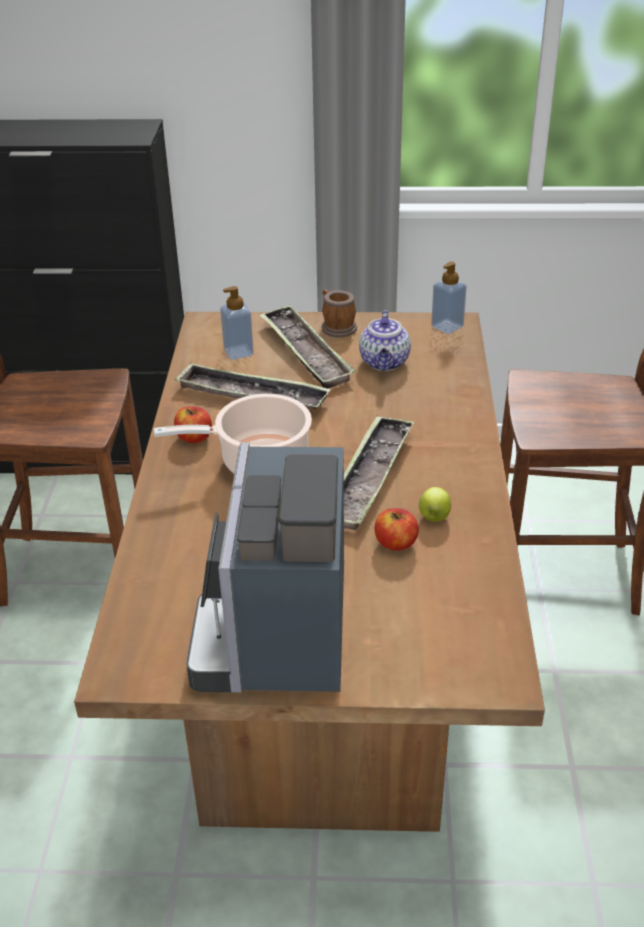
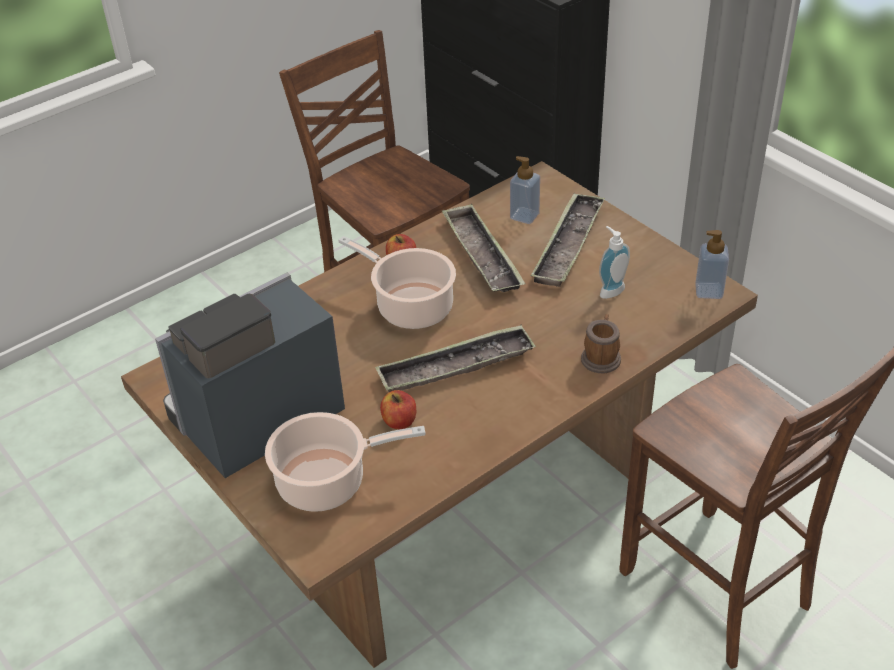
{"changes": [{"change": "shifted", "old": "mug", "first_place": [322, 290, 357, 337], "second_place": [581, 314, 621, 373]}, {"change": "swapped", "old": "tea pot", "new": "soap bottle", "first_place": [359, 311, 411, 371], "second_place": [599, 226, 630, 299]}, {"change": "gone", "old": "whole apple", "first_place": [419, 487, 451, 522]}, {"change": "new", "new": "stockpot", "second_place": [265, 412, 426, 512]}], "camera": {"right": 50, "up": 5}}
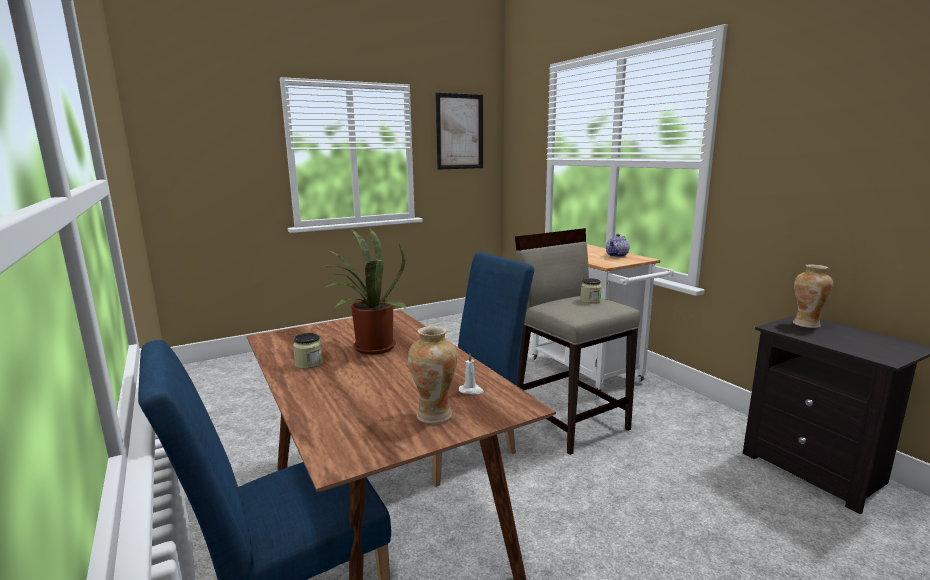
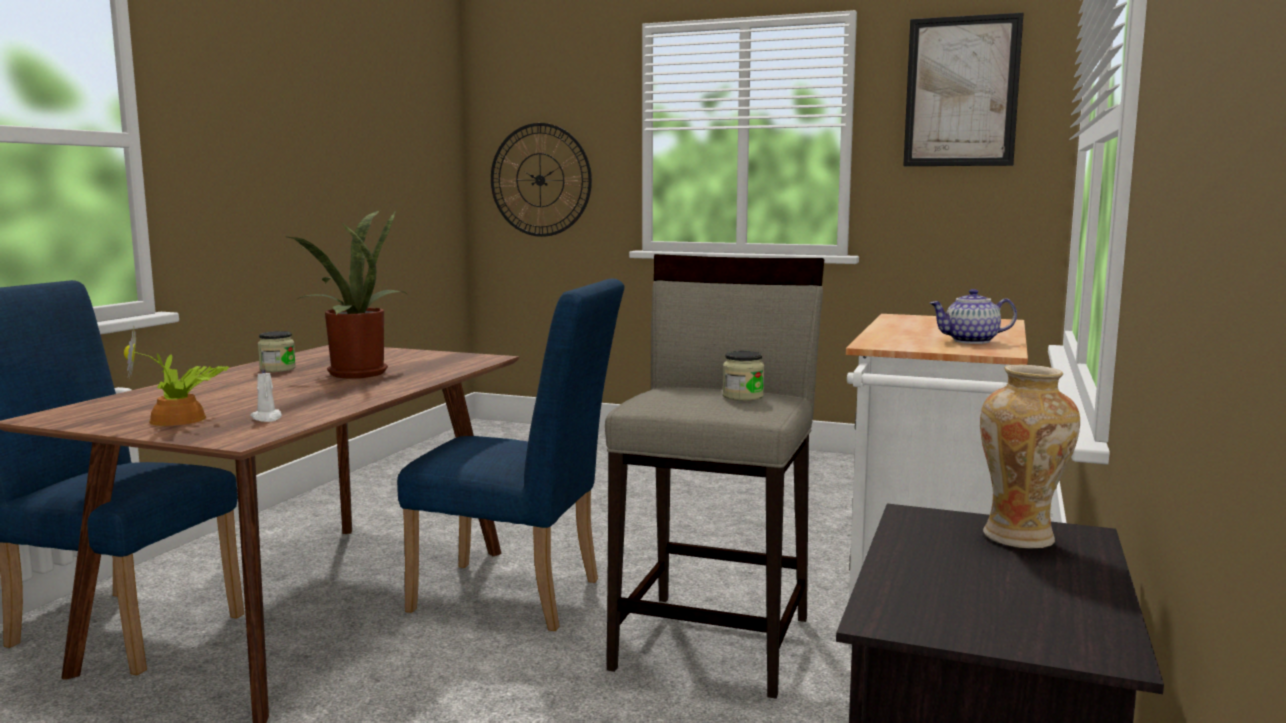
{"changes": [{"change": "swapped", "old": "decorative vase", "new": "potted plant", "first_place": [408, 326, 457, 424], "second_place": [124, 330, 230, 426]}, {"change": "new", "new": "wall clock", "second_place": [491, 123, 592, 237]}], "camera": {"right": 50, "up": -5}}
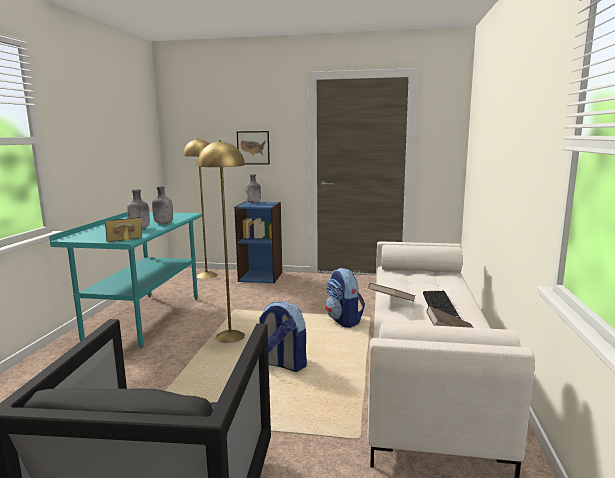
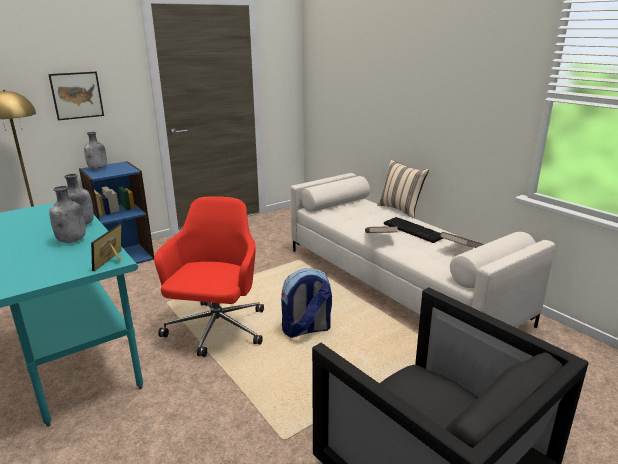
{"changes": [{"change": "swapped", "old": "yellow-coloured standard lamp", "new": "red-coloured office chair", "first_place": [197, 140, 245, 343], "second_place": [154, 196, 264, 357]}, {"change": "gone", "old": "backpack", "first_place": [325, 268, 365, 328]}, {"change": "new", "new": "sand-coloured throw pillow", "second_place": [377, 160, 429, 219]}], "camera": {"right": -45, "up": 10}}
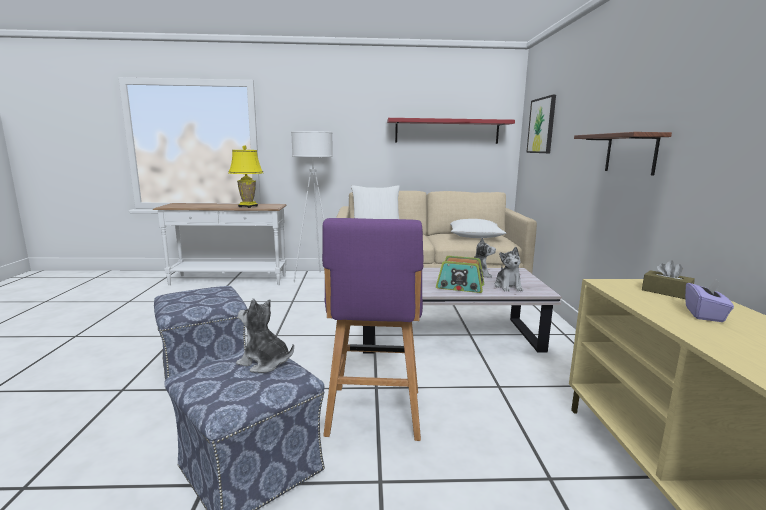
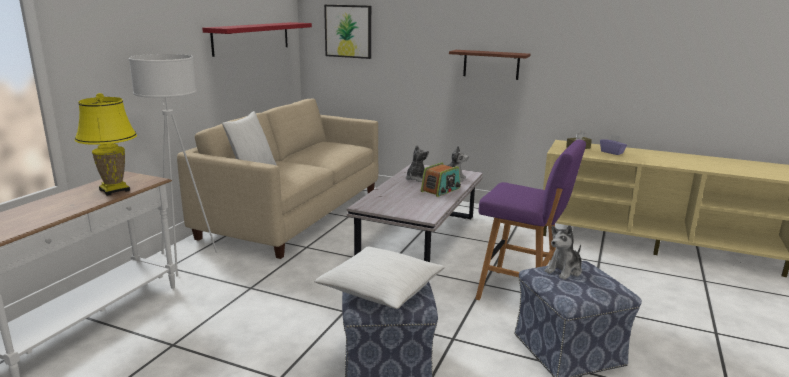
{"changes": [{"change": "shifted", "old": "white throw pillow", "first_place": [450, 219, 506, 238], "second_place": [314, 246, 445, 309]}], "camera": {"right": -65, "up": 5}}
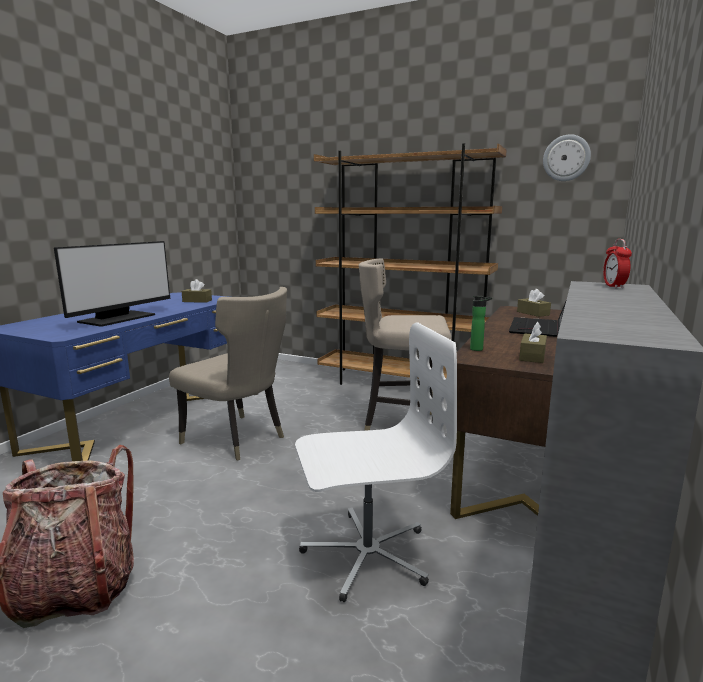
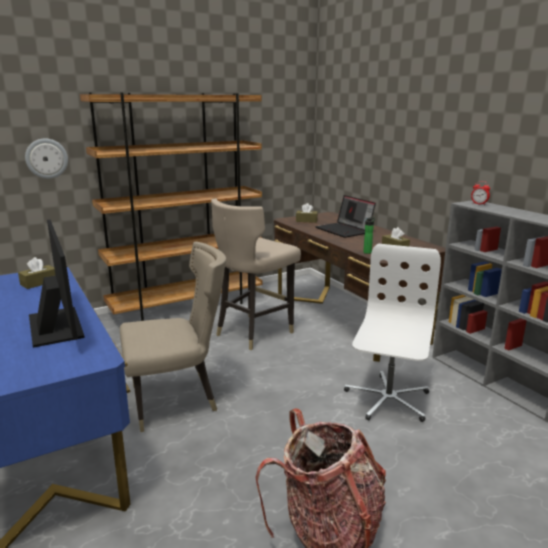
{"changes": [{"change": "shifted", "old": "wall clock", "first_place": [543, 134, 591, 181], "second_place": [25, 138, 68, 179]}], "camera": {"right": -55, "up": 5}}
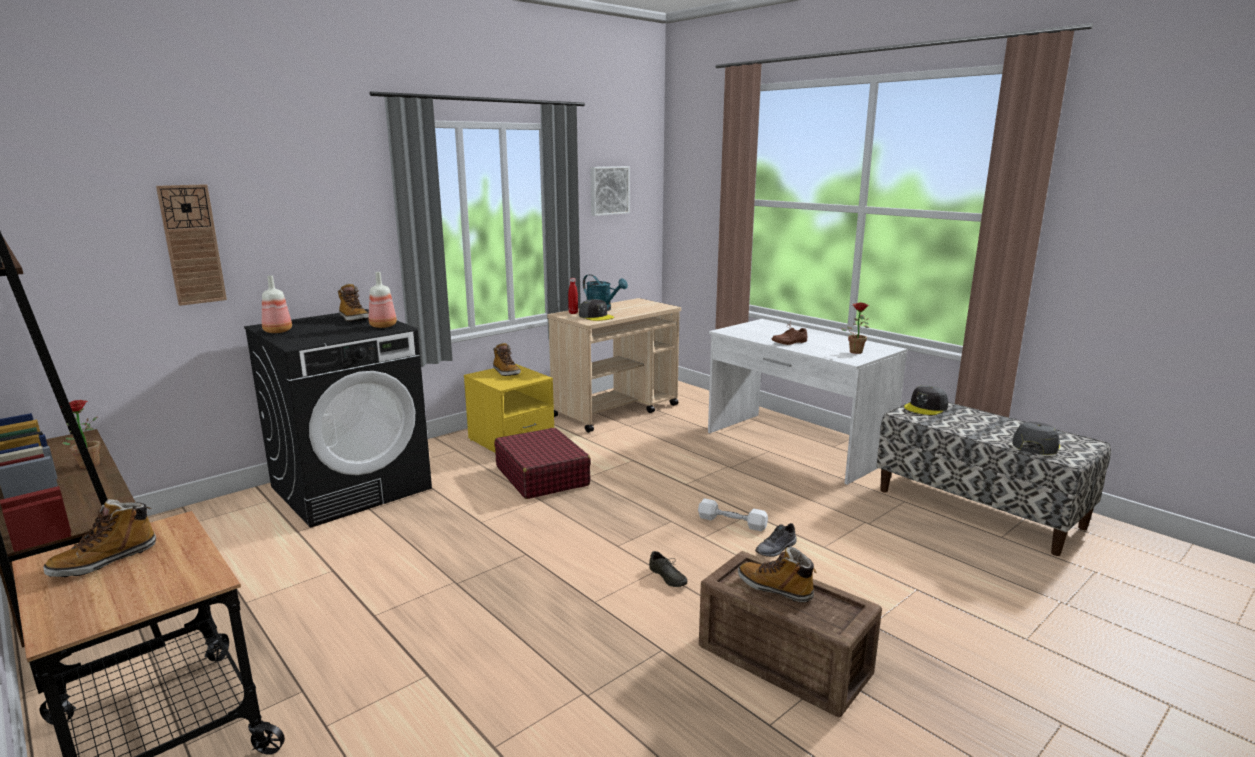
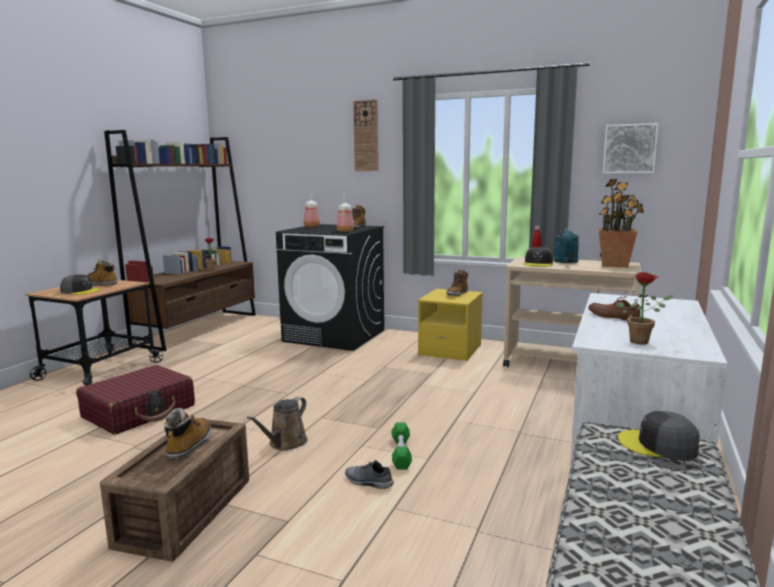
{"changes": [{"change": "shifted", "old": "wall clock", "first_place": [156, 184, 227, 306], "second_place": [353, 99, 378, 171]}, {"change": "shifted", "old": "red-coloured piece of luggage", "first_place": [495, 428, 591, 499], "second_place": [76, 365, 195, 435]}, {"change": "swapped", "old": "greyish low shoe", "new": "brownish watering can", "first_place": [649, 551, 687, 587], "second_place": [247, 397, 308, 450]}, {"change": "repainted", "old": "white hand weight", "new": "green hand weight", "first_place": [698, 498, 768, 531], "second_place": [392, 422, 412, 469]}, {"change": "shifted", "old": "greyish cap", "first_place": [1012, 422, 1060, 455], "second_place": [60, 274, 101, 295]}, {"change": "new", "new": "potted plant", "second_place": [598, 179, 644, 268]}], "camera": {"right": 65, "up": -5}}
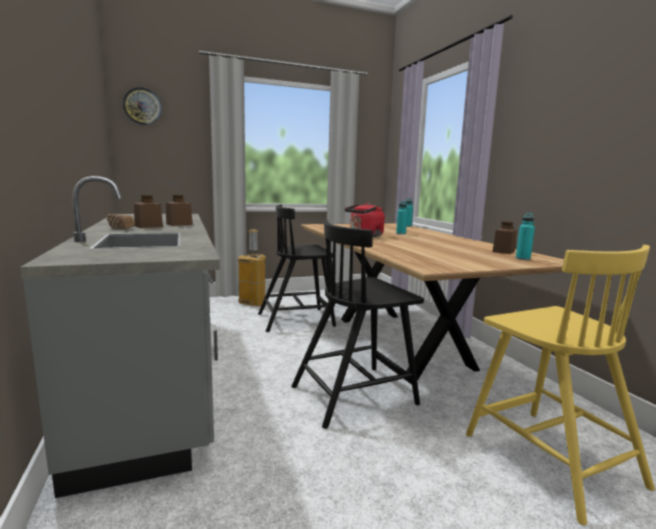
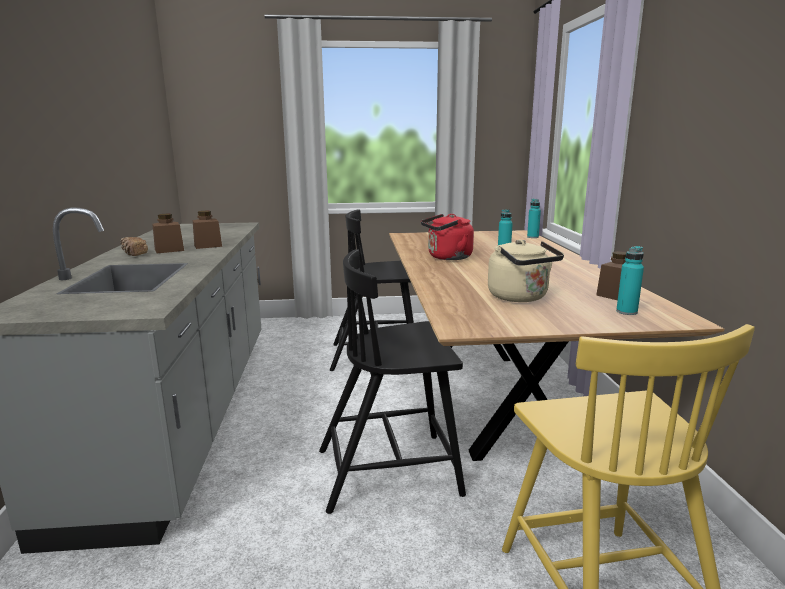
{"changes": [{"change": "gone", "old": "wall clock", "first_place": [123, 87, 162, 125]}, {"change": "gone", "old": "trash can", "first_place": [238, 229, 266, 306]}, {"change": "new", "new": "sand-coloured water kettle", "second_place": [488, 239, 564, 302]}], "camera": {"right": 15, "up": 5}}
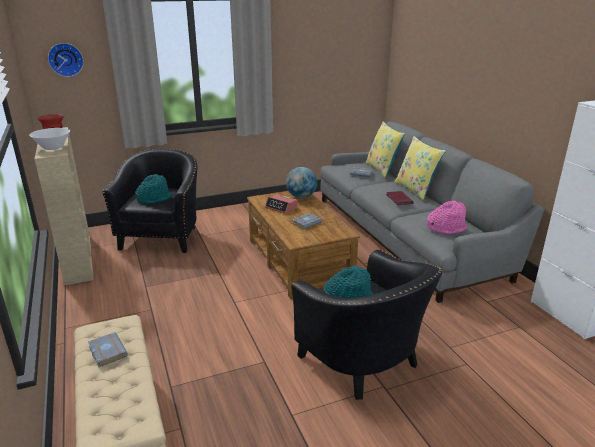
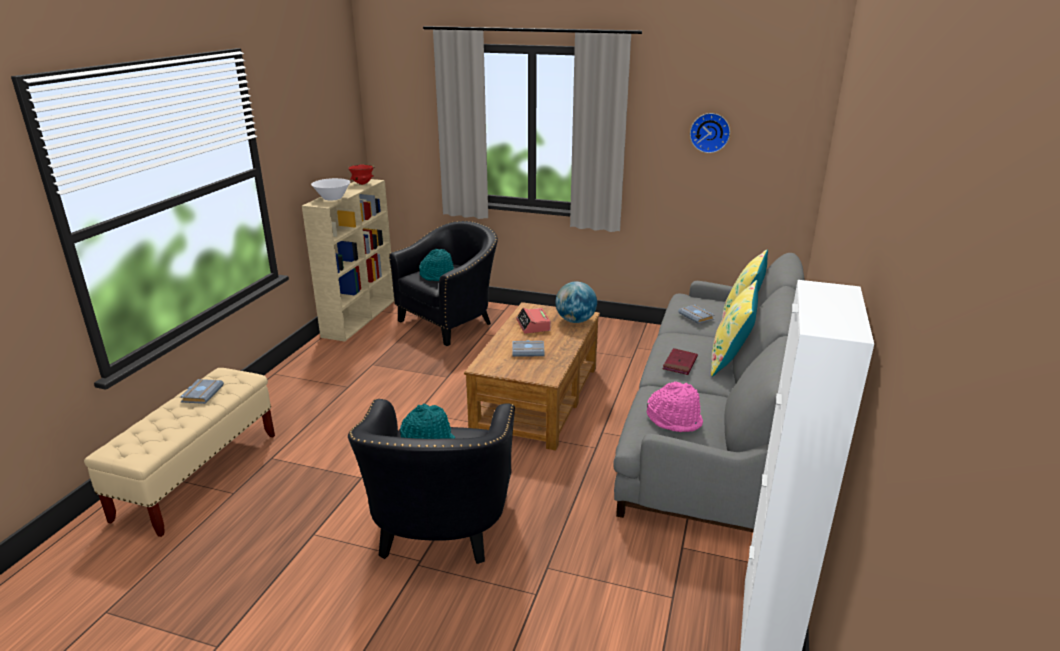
{"changes": [{"change": "shifted", "old": "wall clock", "first_place": [48, 43, 84, 77], "second_place": [690, 113, 730, 153]}], "camera": {"right": 40, "up": 0}}
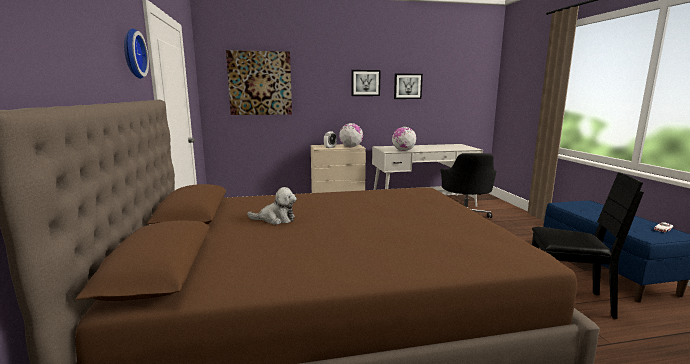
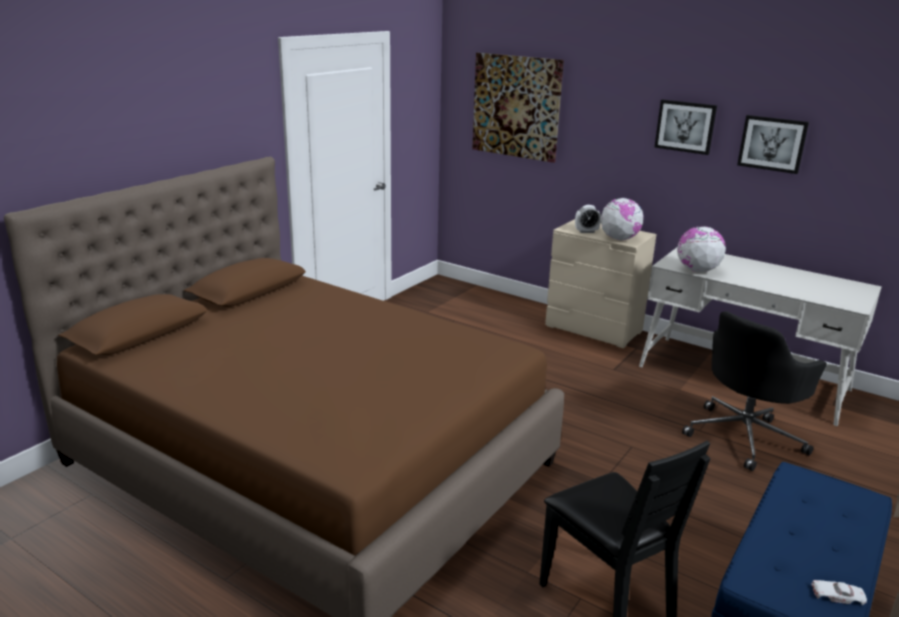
{"changes": [{"change": "gone", "old": "wall clock", "first_place": [124, 28, 149, 79]}, {"change": "gone", "old": "soft toy", "first_place": [247, 187, 297, 225]}], "camera": {"right": 45, "up": 10}}
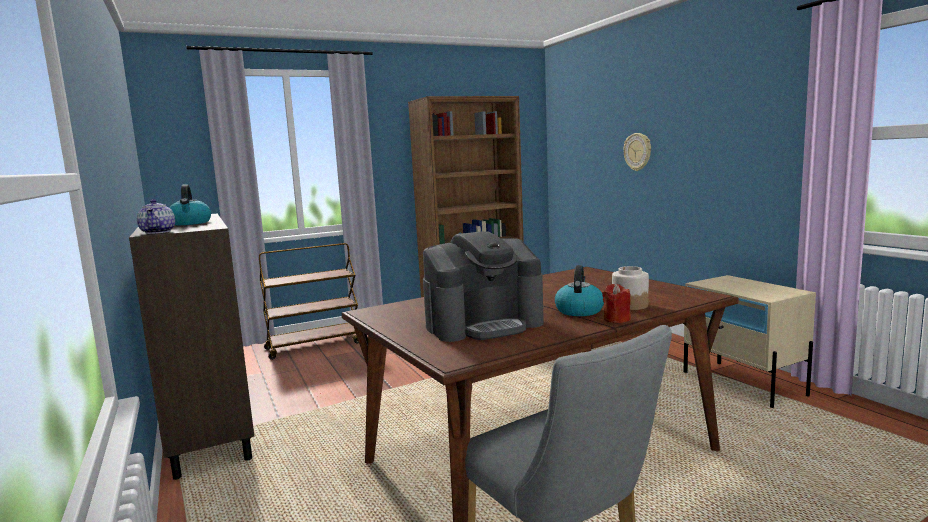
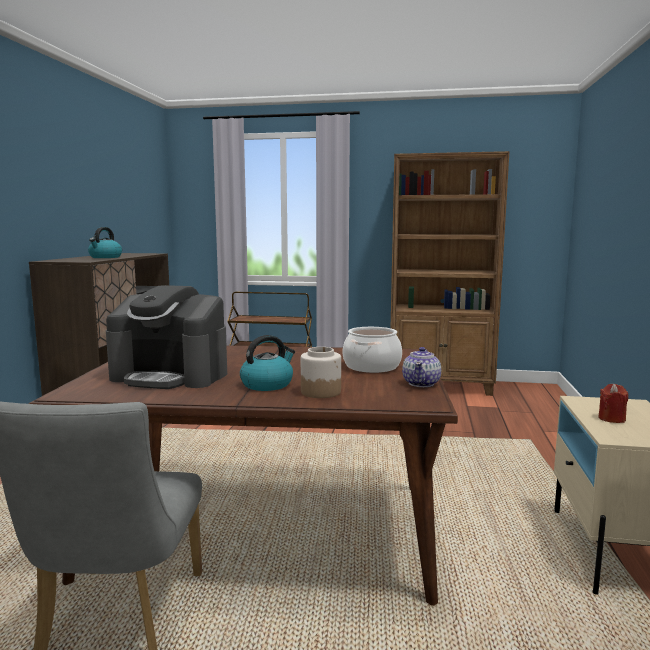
{"changes": [{"change": "shifted", "old": "tea pot", "first_place": [137, 199, 175, 234], "second_place": [402, 347, 441, 387]}, {"change": "shifted", "old": "red-coloured wax light", "first_place": [602, 284, 631, 323], "second_place": [598, 384, 628, 423]}, {"change": "gone", "old": "wall clock", "first_place": [623, 133, 651, 171]}, {"change": "new", "new": "stockpot", "second_place": [343, 327, 402, 373]}], "camera": {"right": 35, "up": 0}}
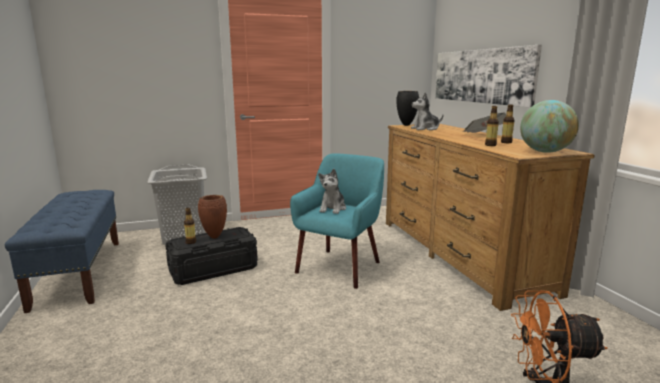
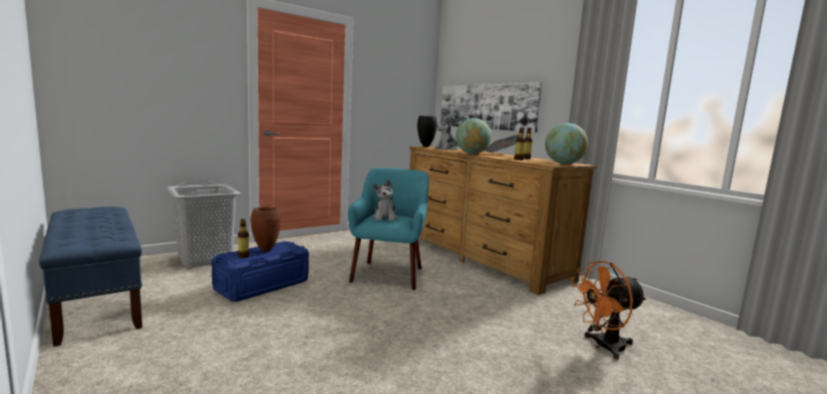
{"changes": [{"change": "repainted", "old": "black storage container", "new": "bluish storage container", "first_place": [165, 227, 258, 285], "second_place": [211, 241, 309, 302]}, {"change": "new", "new": "world globe", "second_place": [456, 118, 491, 154]}], "camera": {"right": -20, "up": -5}}
